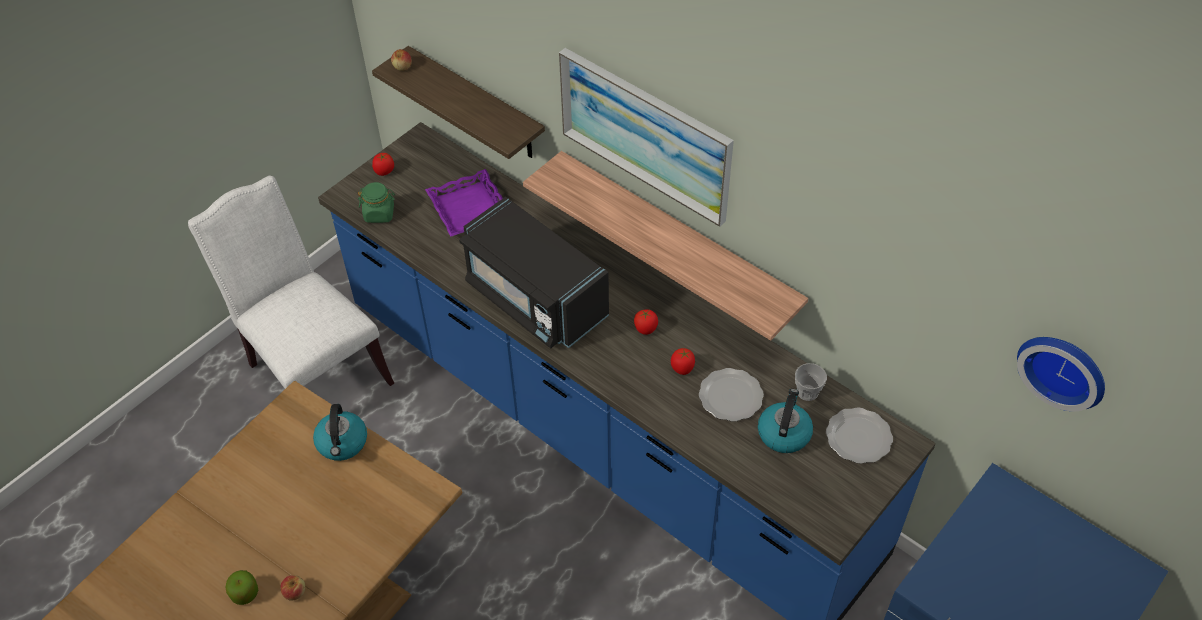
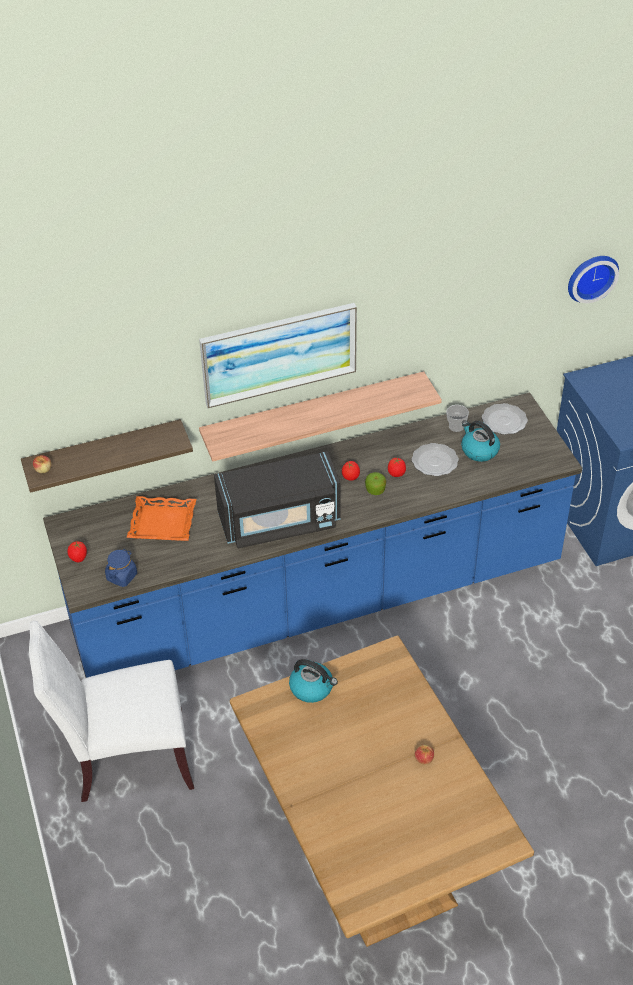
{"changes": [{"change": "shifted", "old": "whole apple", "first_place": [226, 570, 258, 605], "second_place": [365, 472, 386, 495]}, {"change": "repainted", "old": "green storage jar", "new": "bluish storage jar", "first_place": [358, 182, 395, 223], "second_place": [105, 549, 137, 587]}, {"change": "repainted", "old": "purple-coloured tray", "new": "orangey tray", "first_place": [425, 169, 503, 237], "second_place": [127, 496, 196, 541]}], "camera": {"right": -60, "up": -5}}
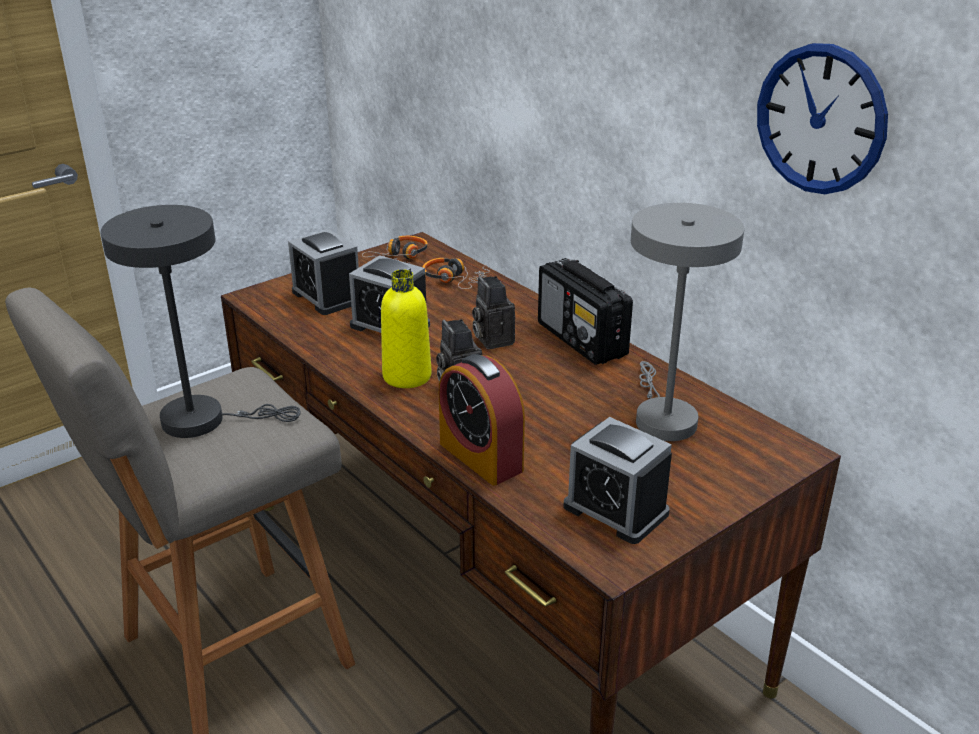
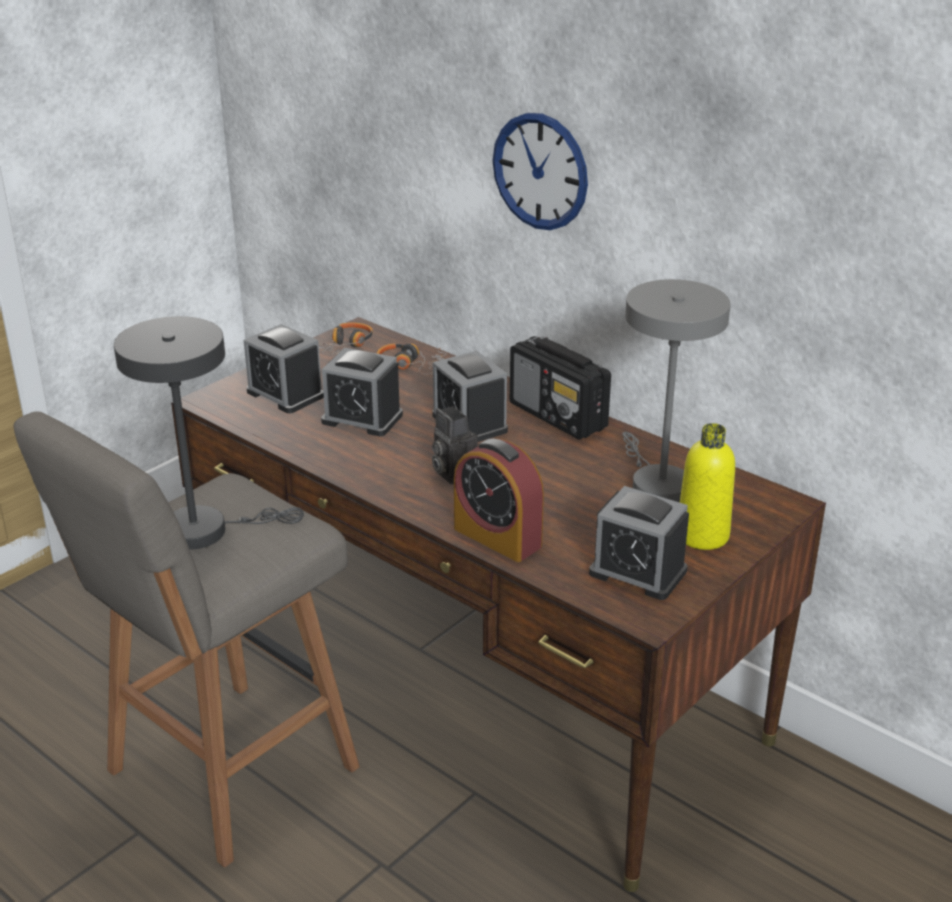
{"changes": [{"change": "shifted", "old": "yellow-coloured bottle", "first_place": [381, 269, 432, 388], "second_place": [680, 423, 735, 550]}, {"change": "swapped", "old": "photo camera", "new": "alarm clock", "first_place": [472, 276, 515, 349], "second_place": [432, 350, 508, 442]}, {"change": "shifted", "old": "wall clock", "first_place": [757, 43, 888, 194], "second_place": [493, 113, 588, 230]}], "camera": {"right": -10, "up": 0}}
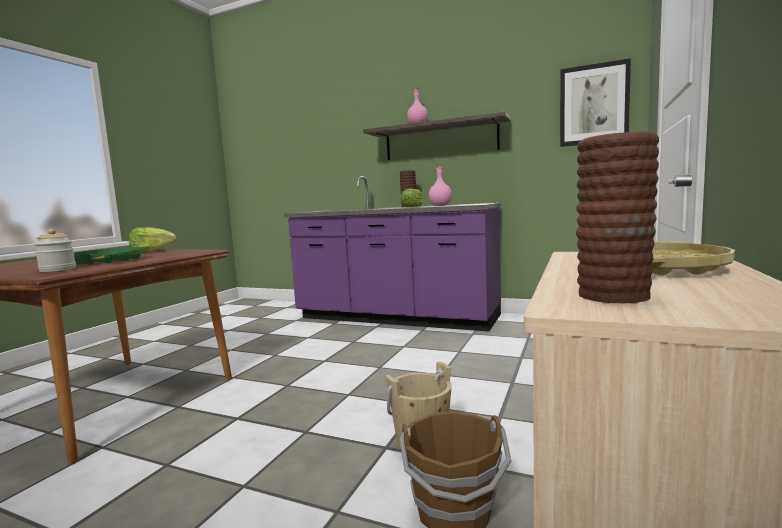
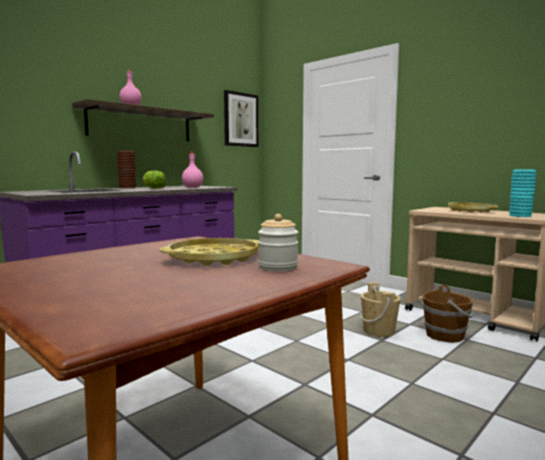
{"changes": [{"change": "repainted", "old": "green tray", "new": "yellow-coloured tray", "first_place": [74, 247, 145, 265], "second_place": [159, 238, 259, 266]}, {"change": "gone", "old": "lettuce head", "first_place": [129, 227, 176, 252]}, {"change": "repainted", "old": "brownish decorative vase", "new": "turquoise decorative vase", "first_place": [576, 131, 659, 303], "second_place": [509, 170, 537, 217]}], "camera": {"right": -70, "up": 0}}
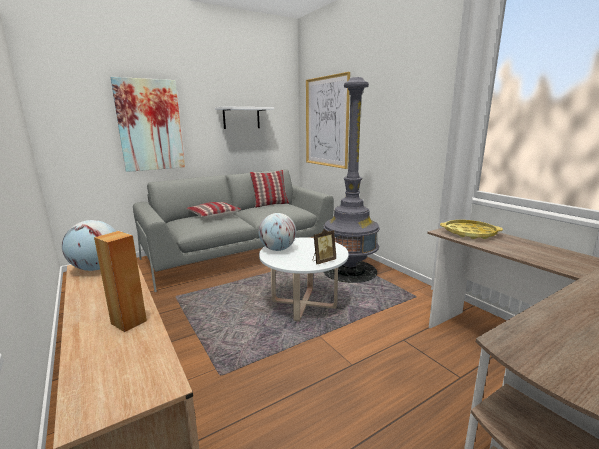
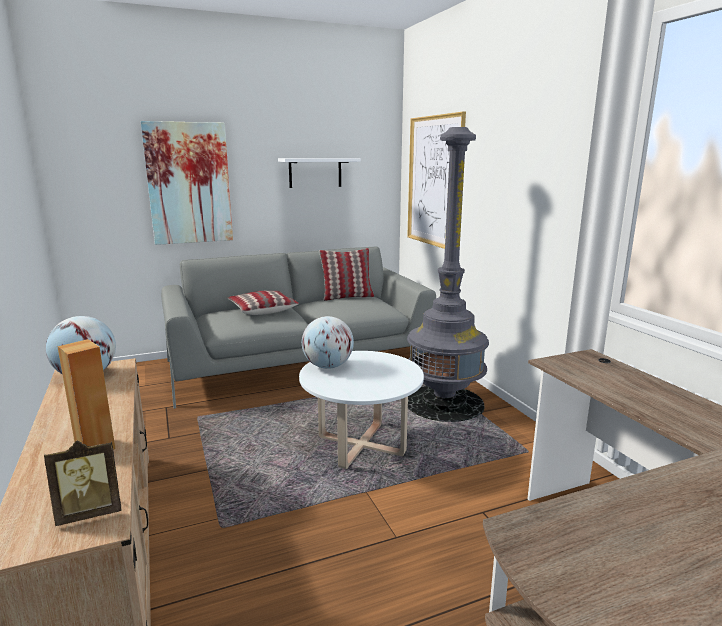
{"changes": [{"change": "shifted", "old": "standing frame", "first_place": [313, 229, 336, 264], "second_place": [44, 441, 121, 526]}, {"change": "gone", "old": "yellow-coloured tray", "first_place": [440, 220, 503, 239]}], "camera": {"right": 10, "up": 0}}
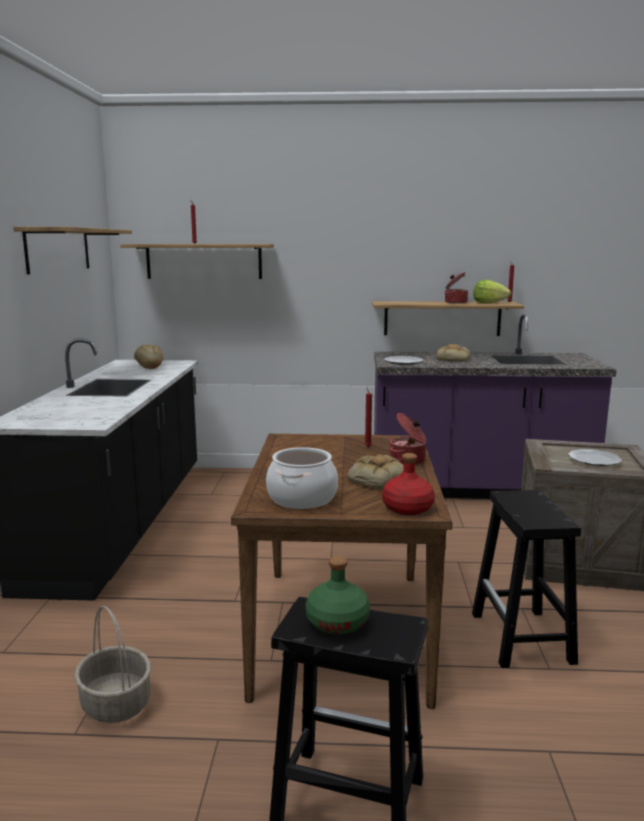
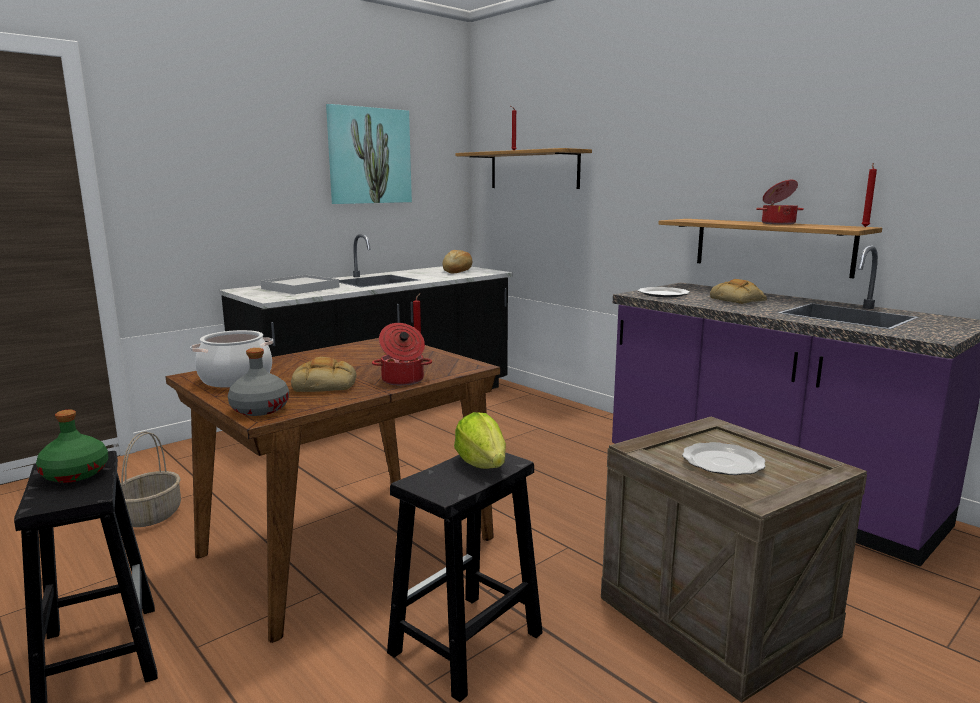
{"changes": [{"change": "swapped", "old": "bracket shelf", "new": "wall picture", "first_place": [13, 227, 132, 275], "second_place": [326, 104, 412, 204]}, {"change": "repainted", "old": "red-coloured bottle", "new": "greyish bottle", "first_place": [382, 453, 435, 515], "second_place": [228, 348, 289, 416]}, {"change": "shifted", "old": "lettuce head", "first_place": [473, 280, 511, 304], "second_place": [454, 412, 506, 469]}, {"change": "new", "new": "white tray", "second_place": [261, 275, 339, 294]}], "camera": {"right": 45, "up": 0}}
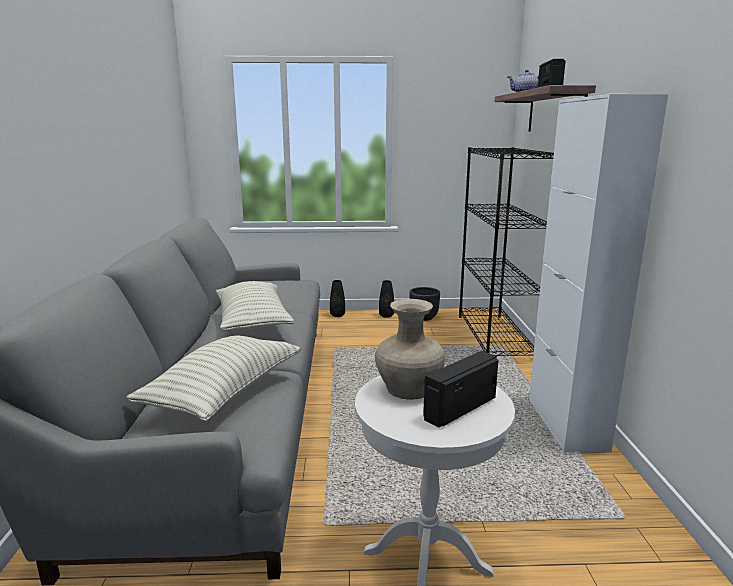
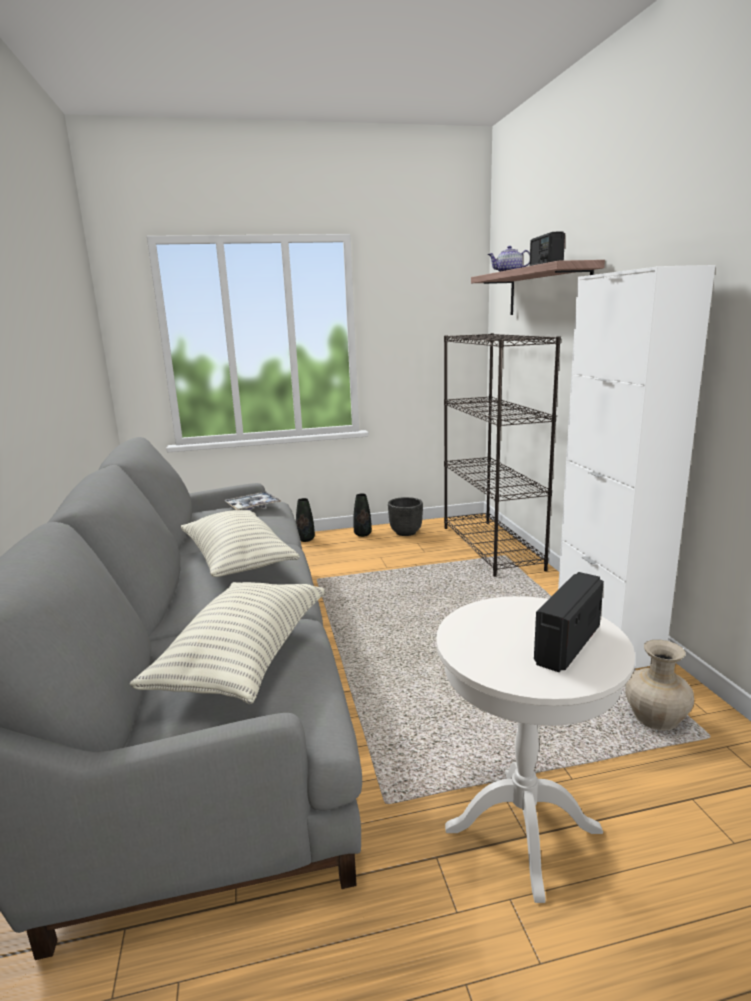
{"changes": [{"change": "shifted", "old": "sand-coloured decorative vase", "first_place": [375, 299, 445, 400], "second_place": [626, 640, 694, 730]}, {"change": "new", "new": "tray", "second_place": [225, 492, 282, 510]}], "camera": {"right": -10, "up": 0}}
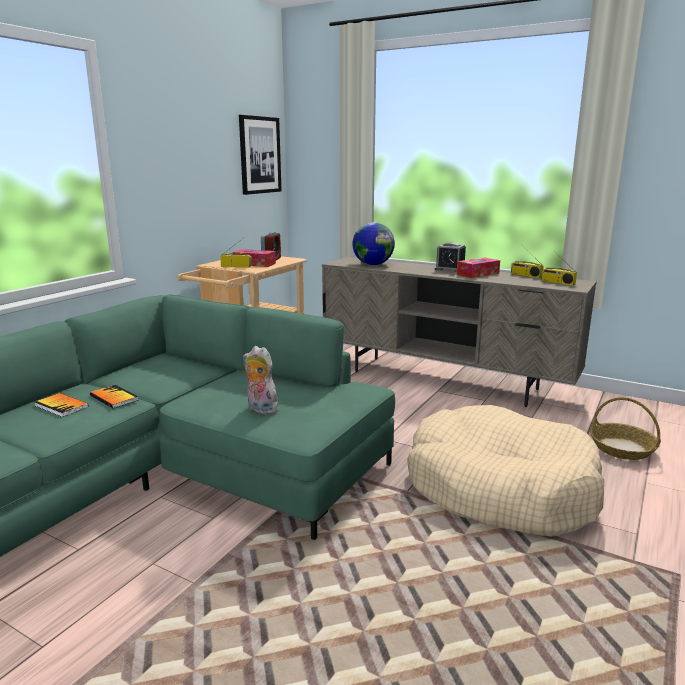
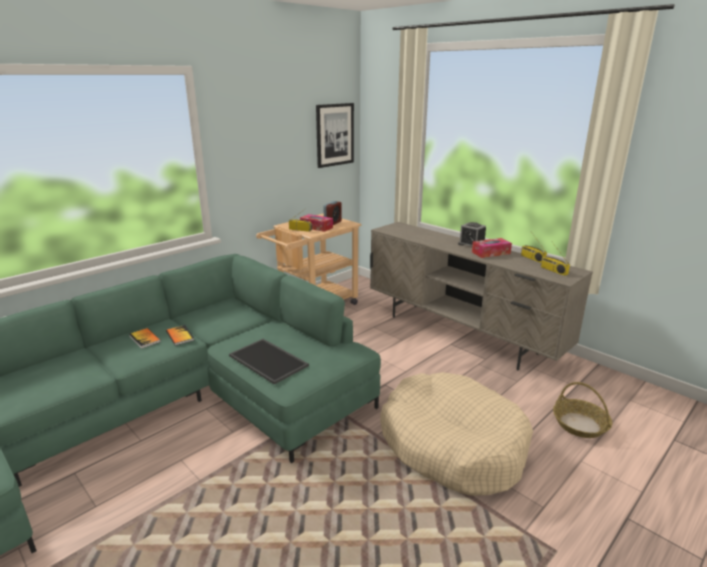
{"changes": [{"change": "swapped", "old": "soft toy", "new": "tray", "first_place": [243, 346, 280, 414], "second_place": [229, 339, 309, 385]}, {"change": "gone", "old": "world globe", "first_place": [352, 222, 395, 265]}], "camera": {"right": 15, "up": 5}}
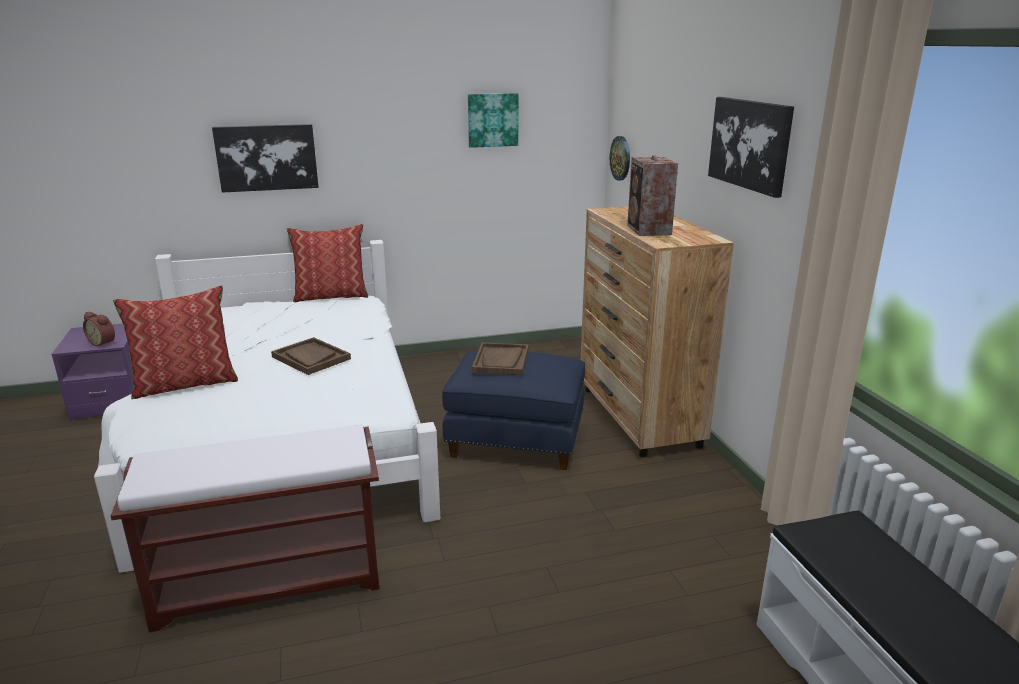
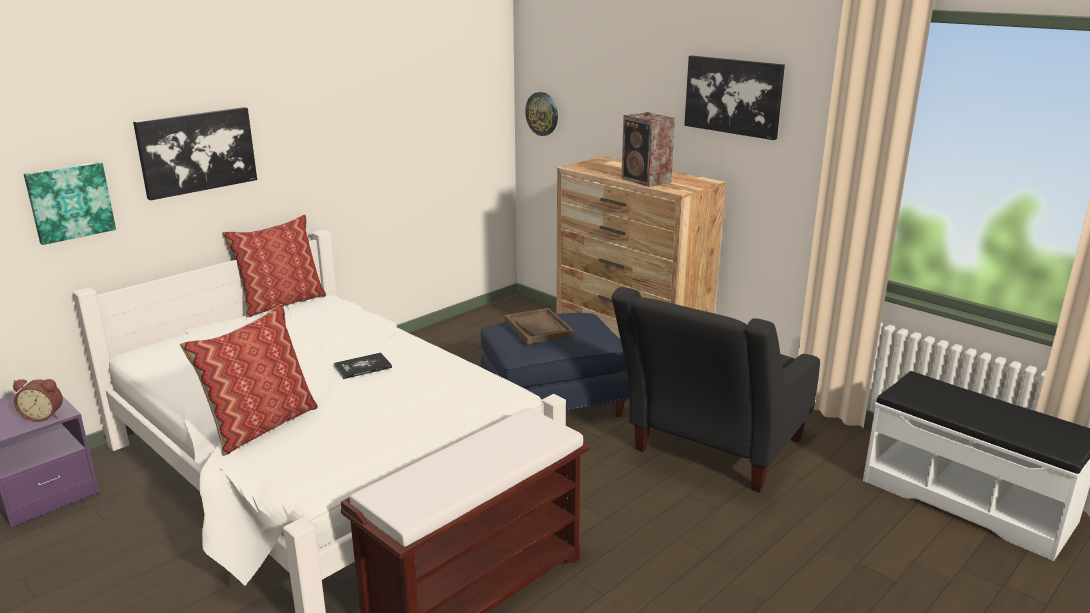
{"changes": [{"change": "swapped", "old": "brownish tray", "new": "volume", "first_place": [271, 337, 351, 375], "second_place": [334, 352, 392, 379]}, {"change": "shifted", "old": "wall picture", "first_place": [468, 93, 519, 148], "second_place": [24, 162, 116, 245]}, {"change": "new", "new": "black armchair", "second_place": [611, 287, 820, 493]}], "camera": {"right": -30, "up": 0}}
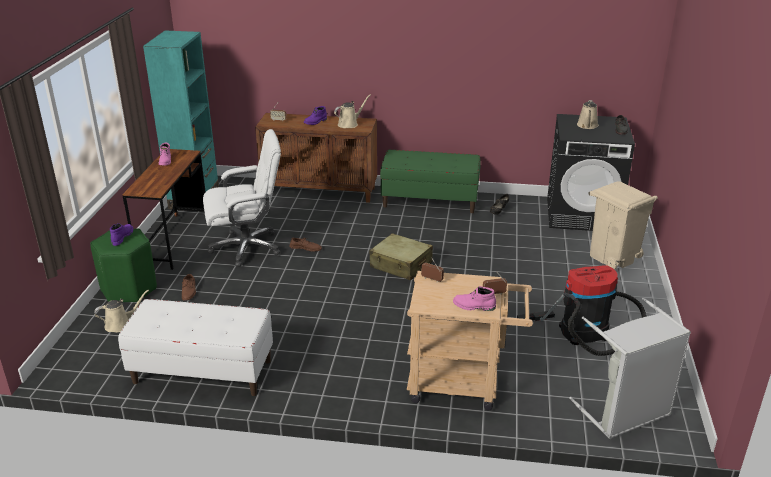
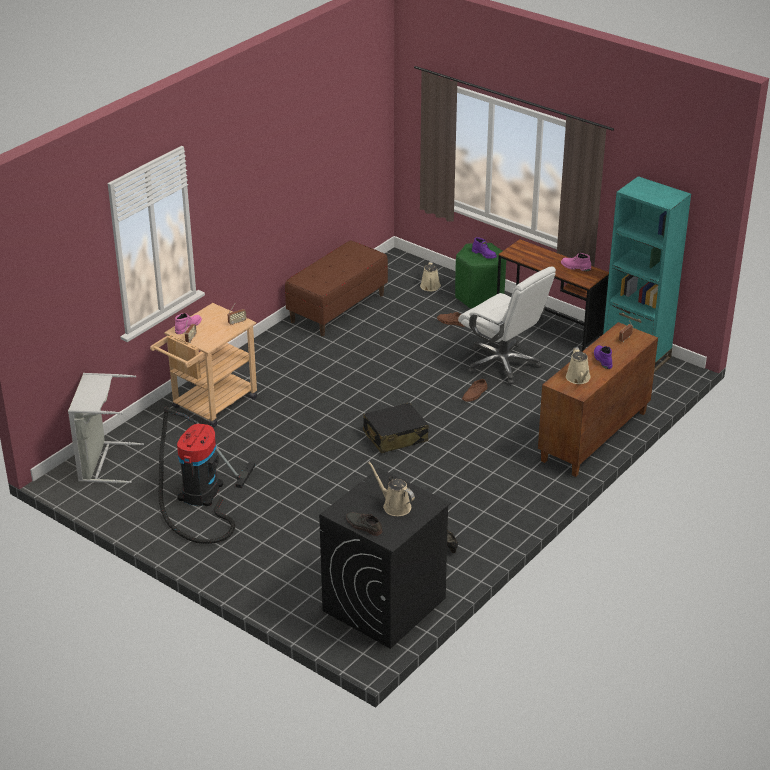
{"changes": [{"change": "repainted", "old": "white long seat", "new": "brownish long seat", "first_place": [118, 299, 273, 396], "second_place": [285, 240, 388, 336]}, {"change": "rotated", "old": "white office chair", "first_place": [203, 129, 281, 267], "second_place": [458, 266, 556, 385], "degrees": -60}, {"change": "repainted", "old": "sand-coloured piece of luggage", "new": "black piece of luggage", "first_place": [369, 233, 433, 281], "second_place": [363, 403, 429, 453]}, {"change": "gone", "old": "green long seat", "first_place": [380, 150, 481, 213]}, {"change": "gone", "old": "sand-coloured trash can", "first_place": [588, 181, 658, 270]}], "camera": {"right": 120, "up": 5}}
